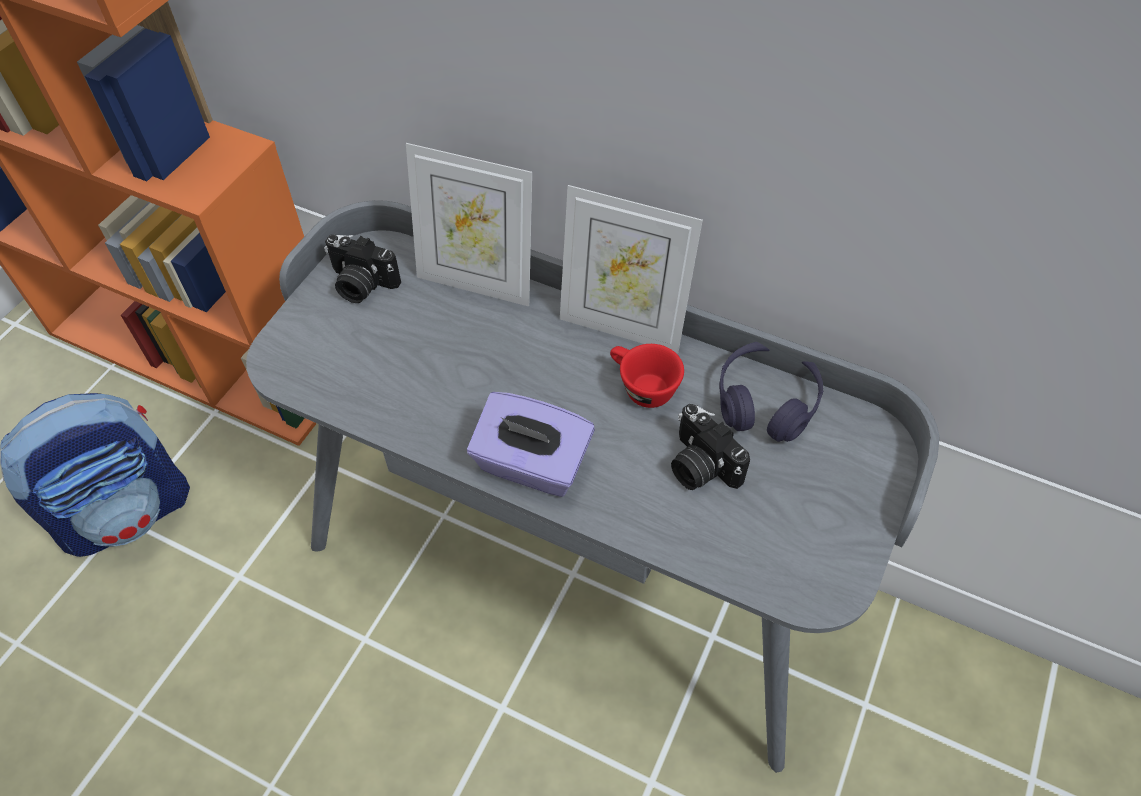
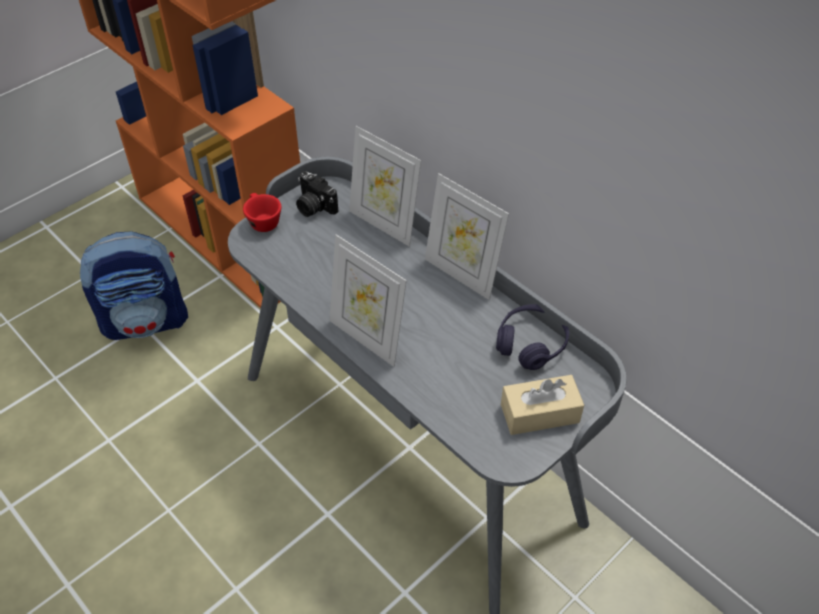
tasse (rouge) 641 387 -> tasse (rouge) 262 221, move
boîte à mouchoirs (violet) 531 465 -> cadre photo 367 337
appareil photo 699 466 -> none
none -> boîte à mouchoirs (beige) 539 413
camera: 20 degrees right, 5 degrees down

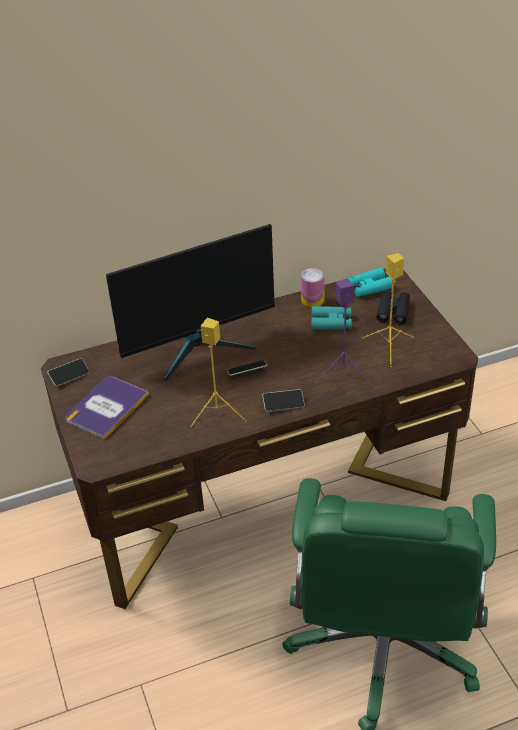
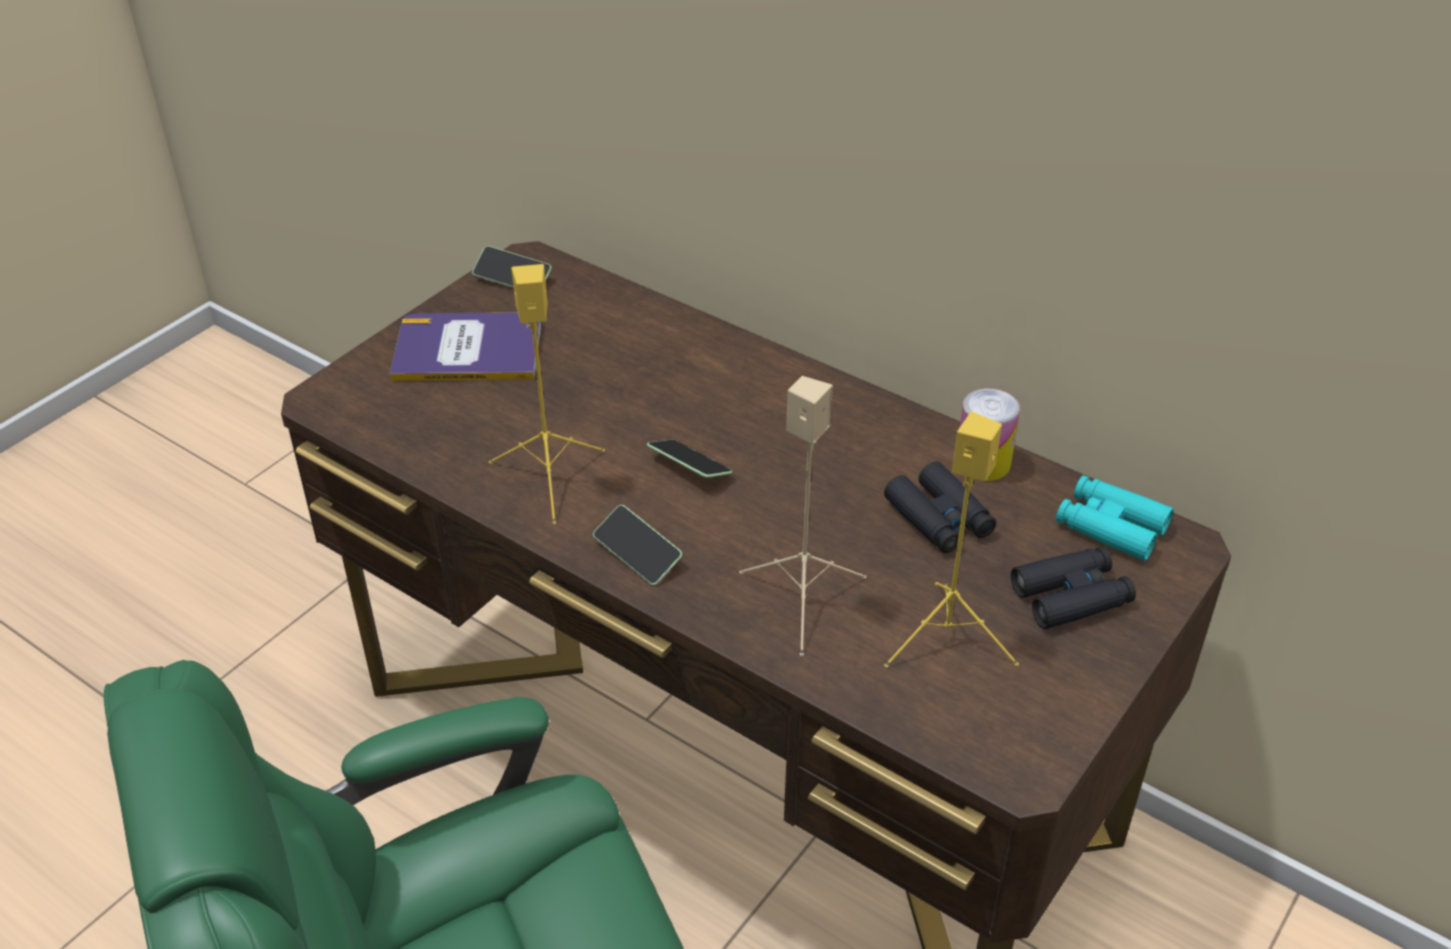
écran d'ordinateur 199 346 -> none
enceinte (violet) 343 372 -> enceinte (beige) 803 599
jumelles (turquoise) 331 322 -> jumelles (noir) 939 518
camera: 55 degrees right, 0 degrees up

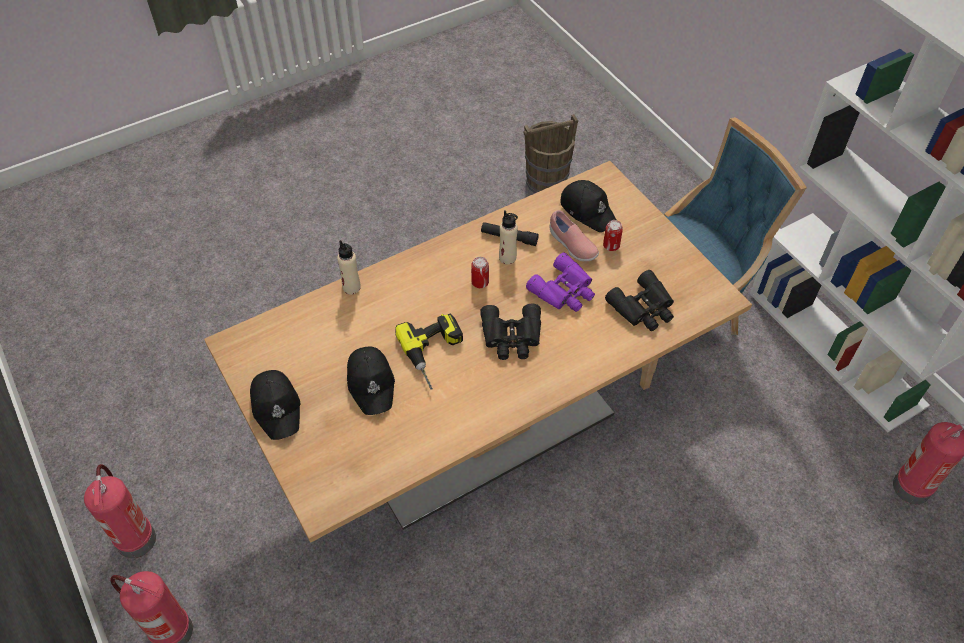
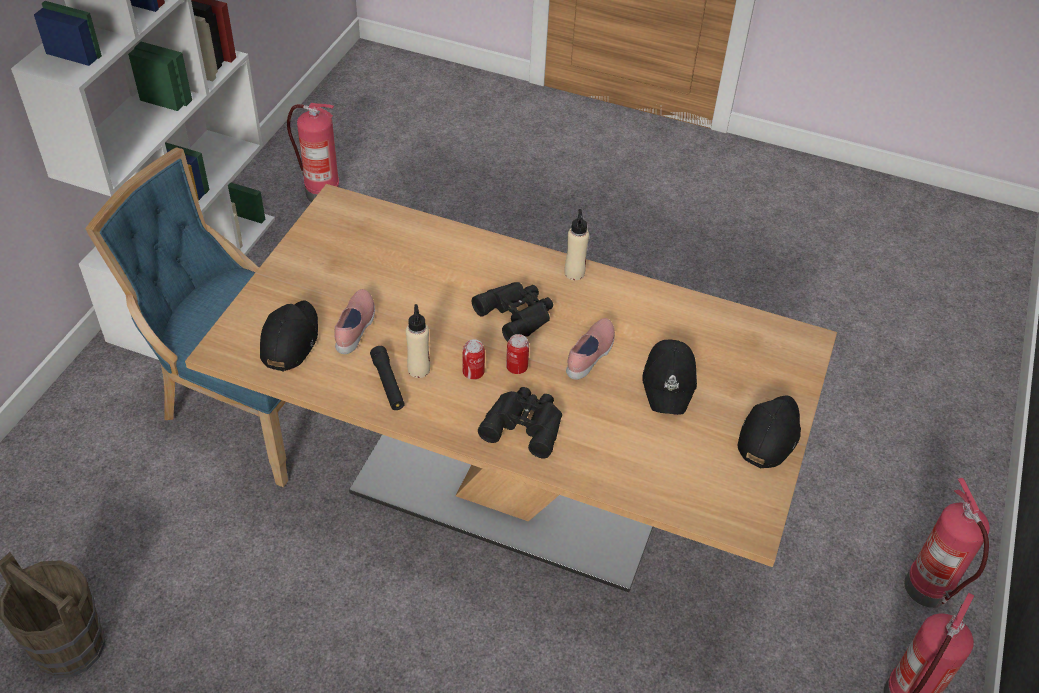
boîte métallique 611 246 -> boîte métallique 516 367, move
bouteille (beige) 351 287 -> bouteille (beige) 574 273, move
jumelles (violet) 565 291 -> none
jumelles (noir) 644 308 -> jumelles (noir) 524 424, move
perceuse 436 354 -> chaussure (rose) 591 356
casquette (noir) 372 383 -> casquette (noir) 669 382, 150 degrees clockwise
camera: 130 degrees left, 5 degrees down

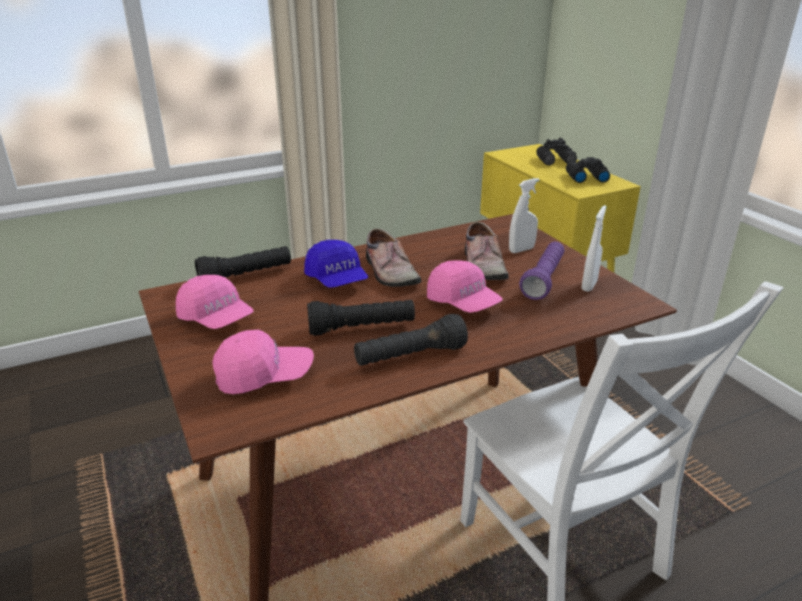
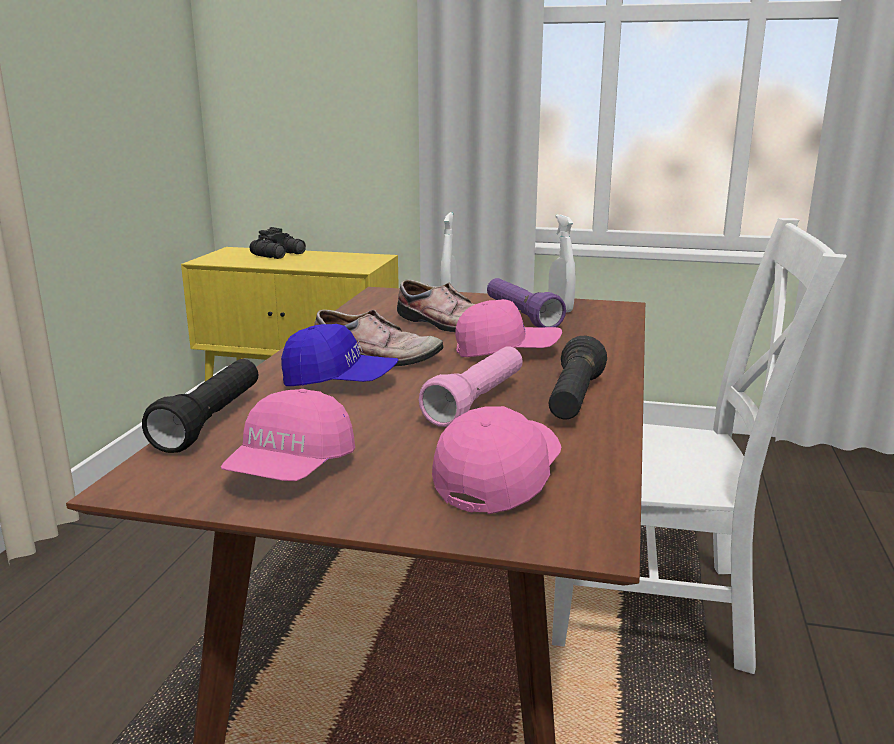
jumelles (noir) 585 178 -> none
casquette (rose) 216 318 -> casquette (rose) 290 469, 120 degrees clockwise
lampe de poche (noir) 361 328 -> lampe de poche (rose) 476 402
camera: 50 degrees left, 10 degrees down

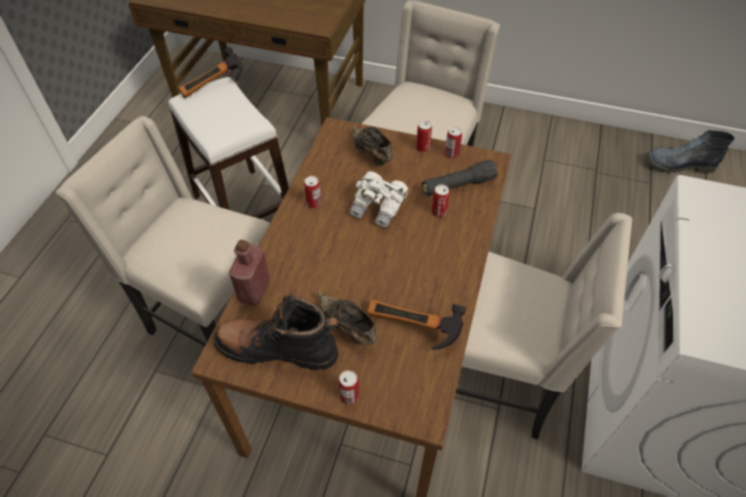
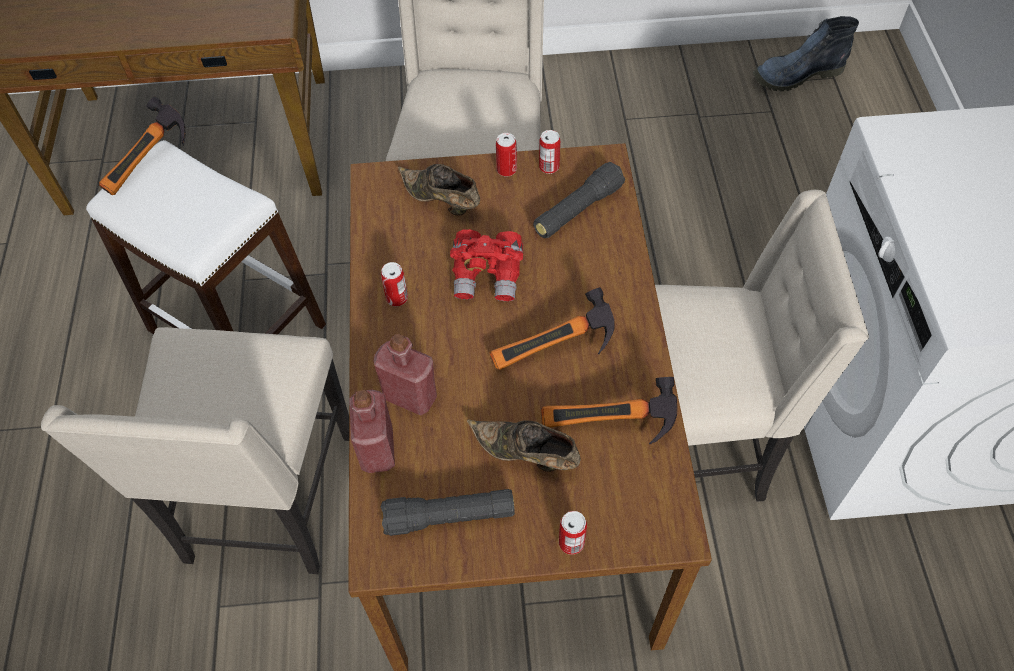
chaise (beige) 214 318 -> chaise (beige) 268 501, 90 degrees counterclockwise
jumelles (blanc) 378 208 -> jumelles (rouge) 488 276
boîte métallique 439 212 -> none
botte (noir) 278 349 -> lampe de poche (noir) 449 517
none -> marteau 555 354
none -> bouteille (rouge) 410 396
camera: 20 degrees left, 5 degrees up

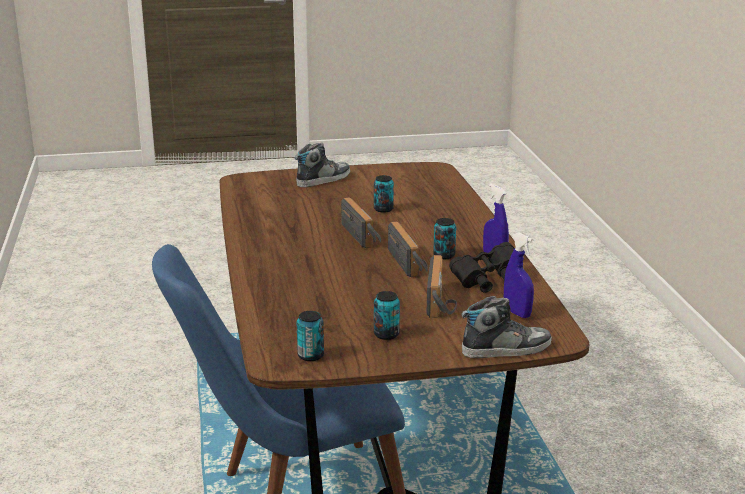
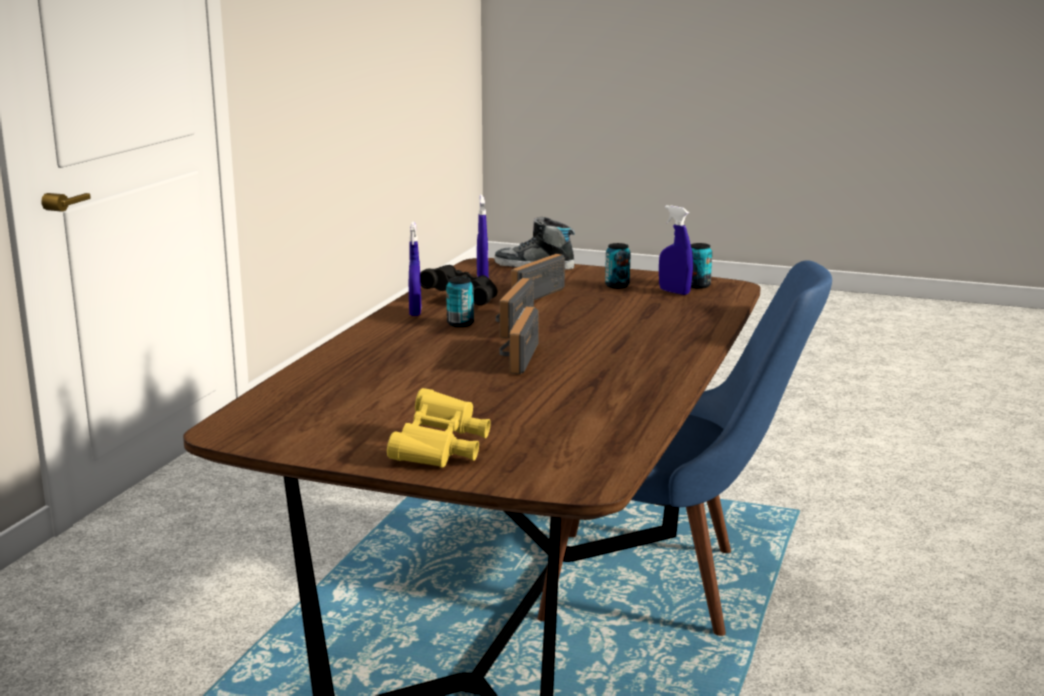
chaussure 323 179 -> jumelles (jaune) 441 451
boîte métallique 383 209 -> none
none -> vaporisateur (bleu) 674 292
camera: 150 degrees left, 5 degrees down

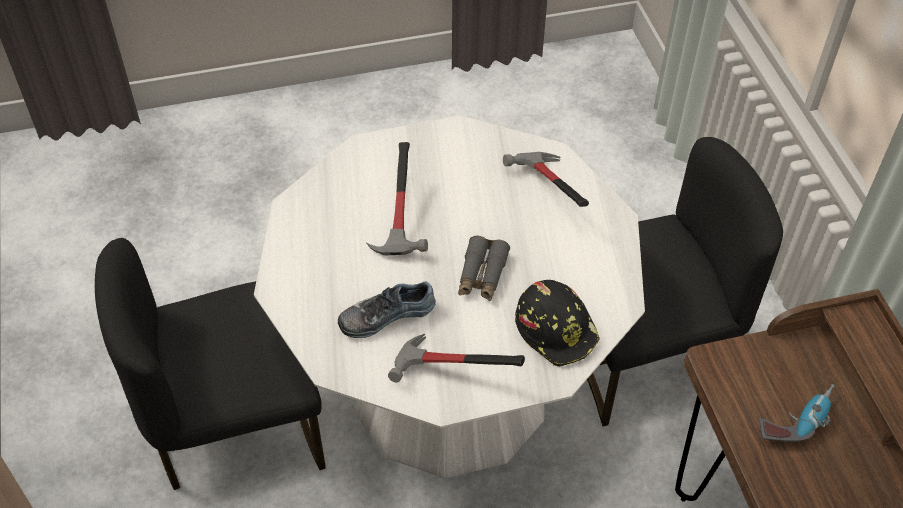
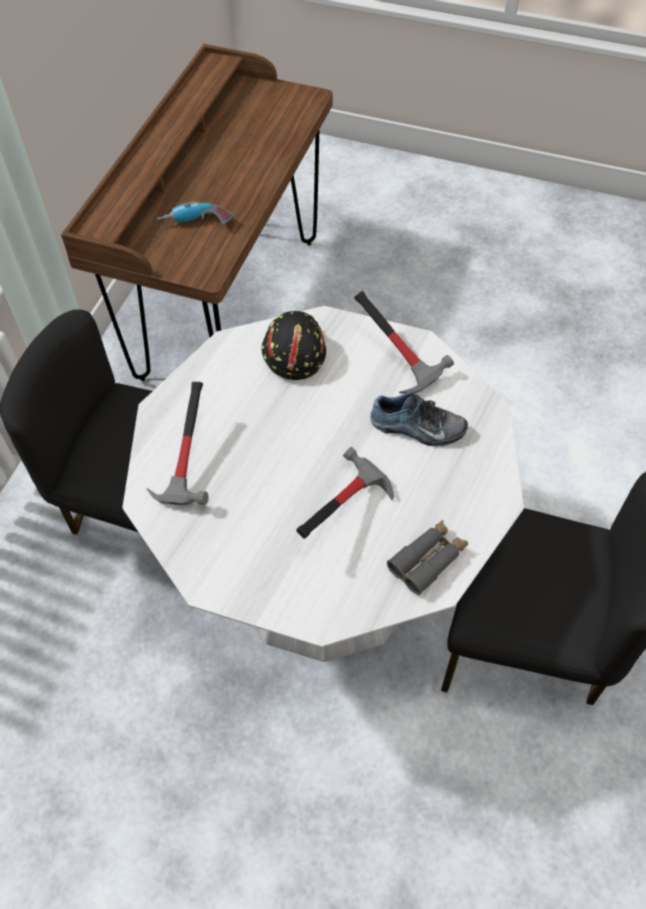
jumelles (gris) 482 275 -> jumelles (gris) 428 560, move
camera: 145 degrees left, 5 degrees up

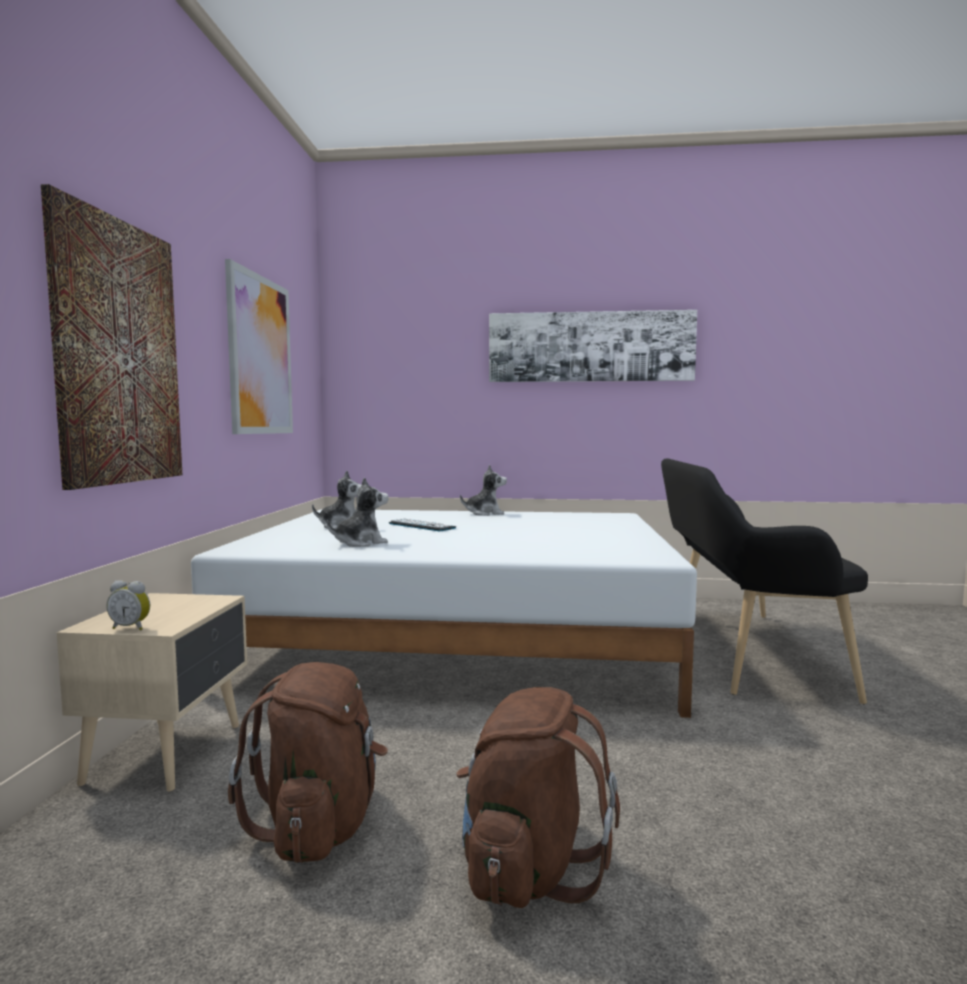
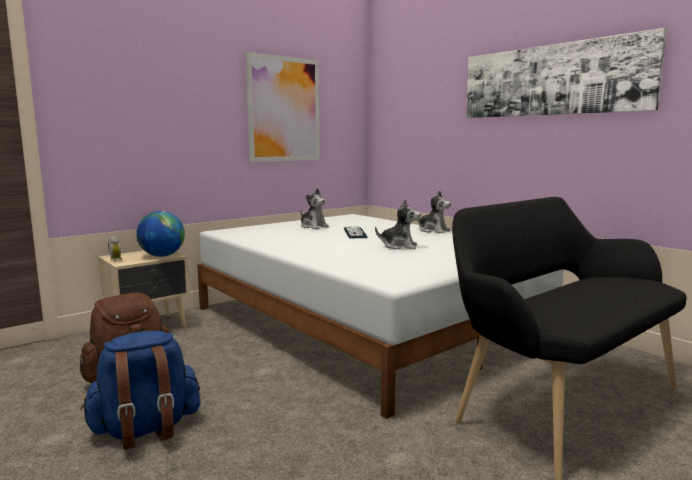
tableau 118 352 -> none
peluche 360 543 -> peluche 399 246, move
sac à dos (marron) 528 867 -> sac à dos (bleu) 146 429
none -> globe 162 256
camera: 45 degrees right, 5 degrees up

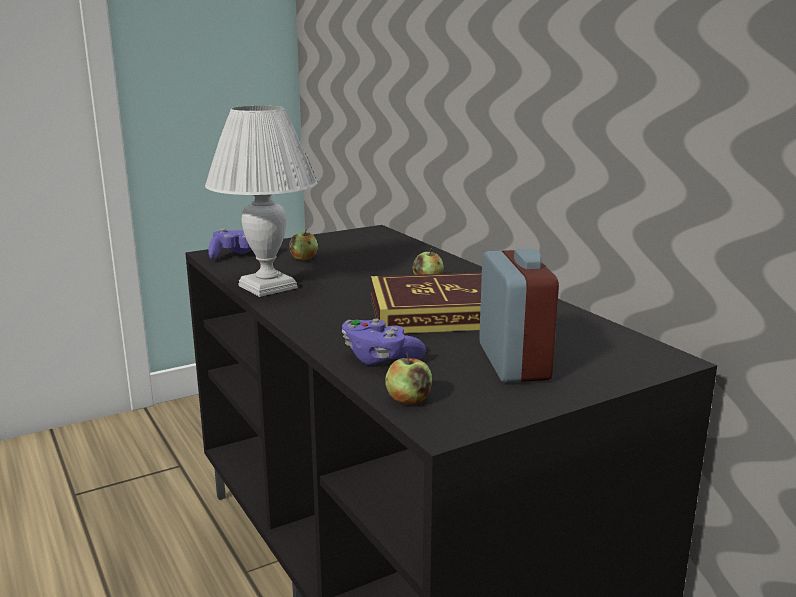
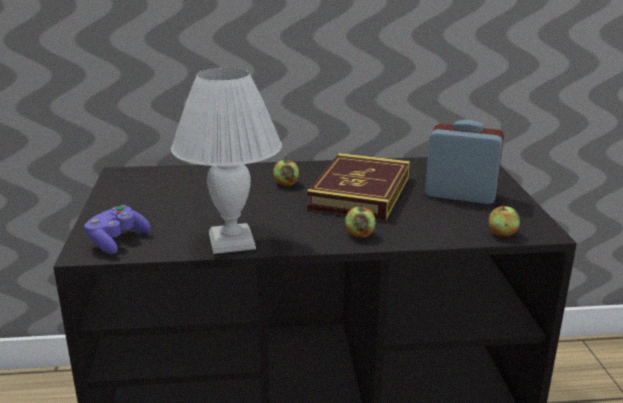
pomme 304 259 -> pomme 359 234, move
manette (violet) 380 358 -> none
camera: 65 degrees left, 5 degrees up

